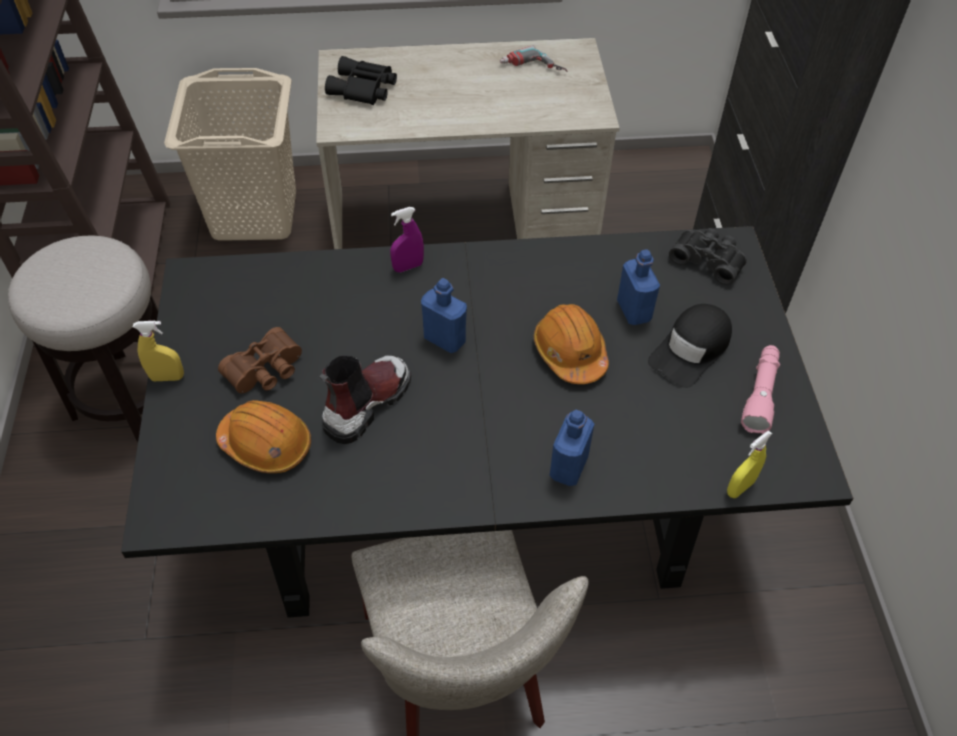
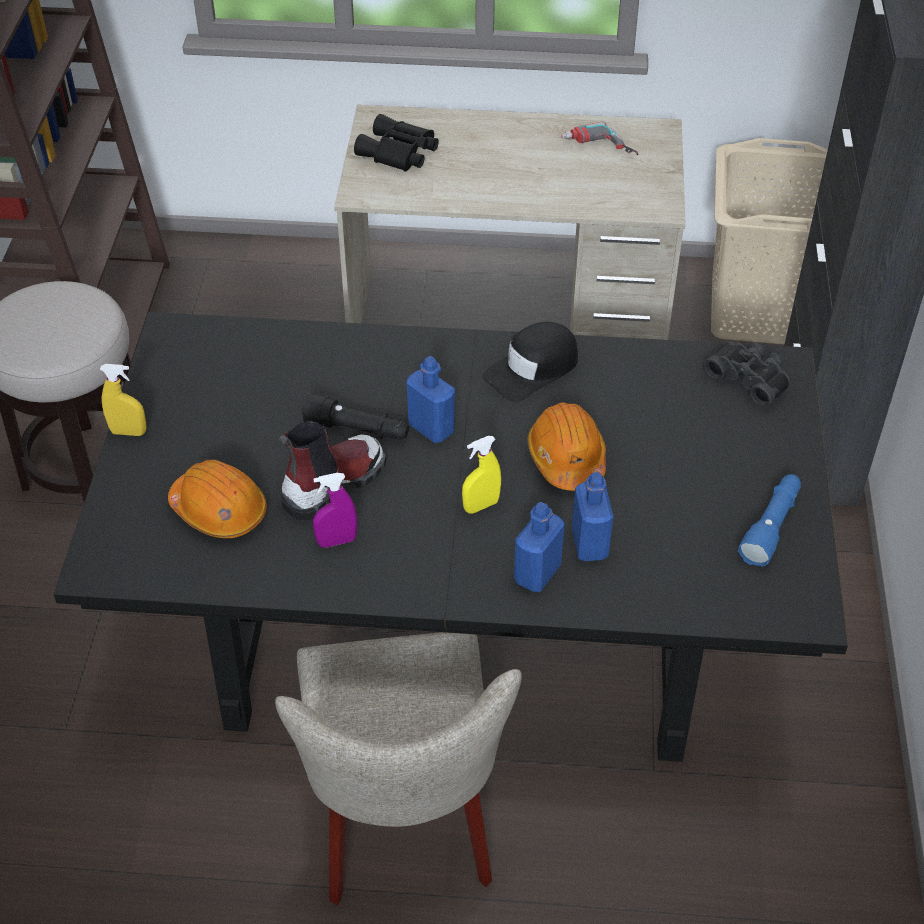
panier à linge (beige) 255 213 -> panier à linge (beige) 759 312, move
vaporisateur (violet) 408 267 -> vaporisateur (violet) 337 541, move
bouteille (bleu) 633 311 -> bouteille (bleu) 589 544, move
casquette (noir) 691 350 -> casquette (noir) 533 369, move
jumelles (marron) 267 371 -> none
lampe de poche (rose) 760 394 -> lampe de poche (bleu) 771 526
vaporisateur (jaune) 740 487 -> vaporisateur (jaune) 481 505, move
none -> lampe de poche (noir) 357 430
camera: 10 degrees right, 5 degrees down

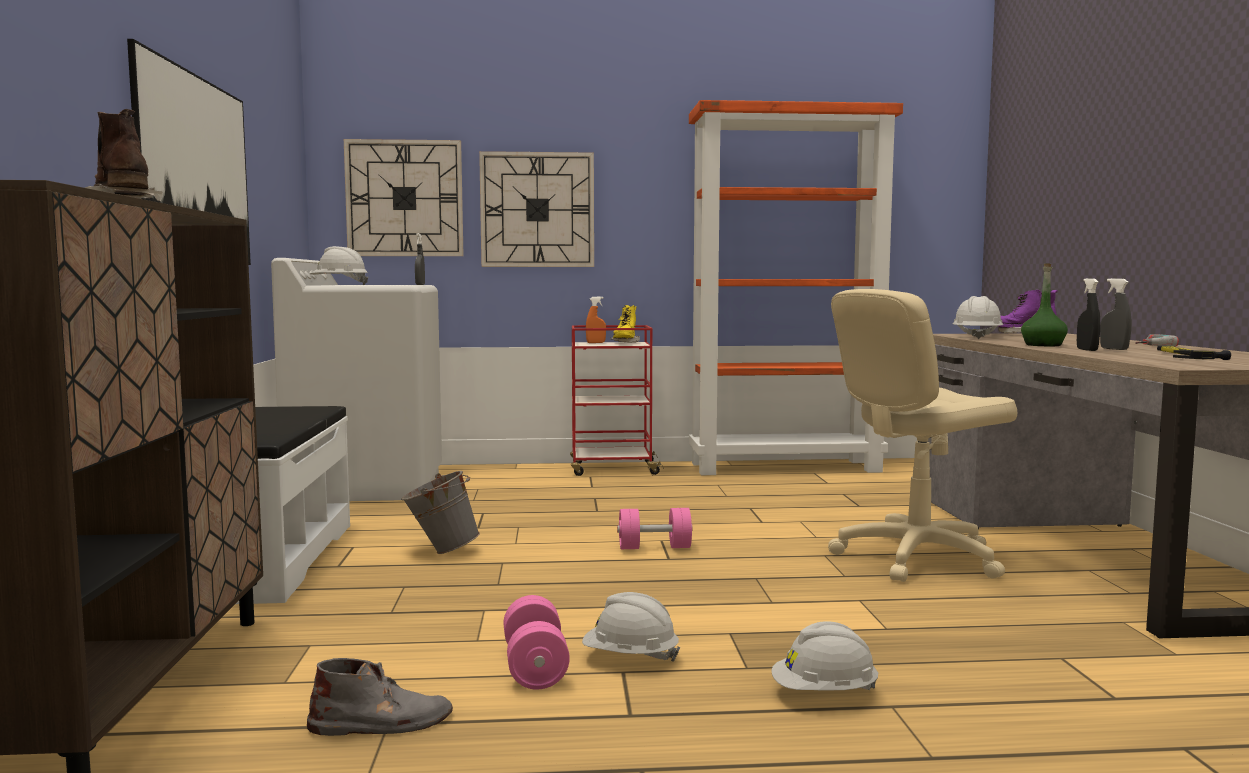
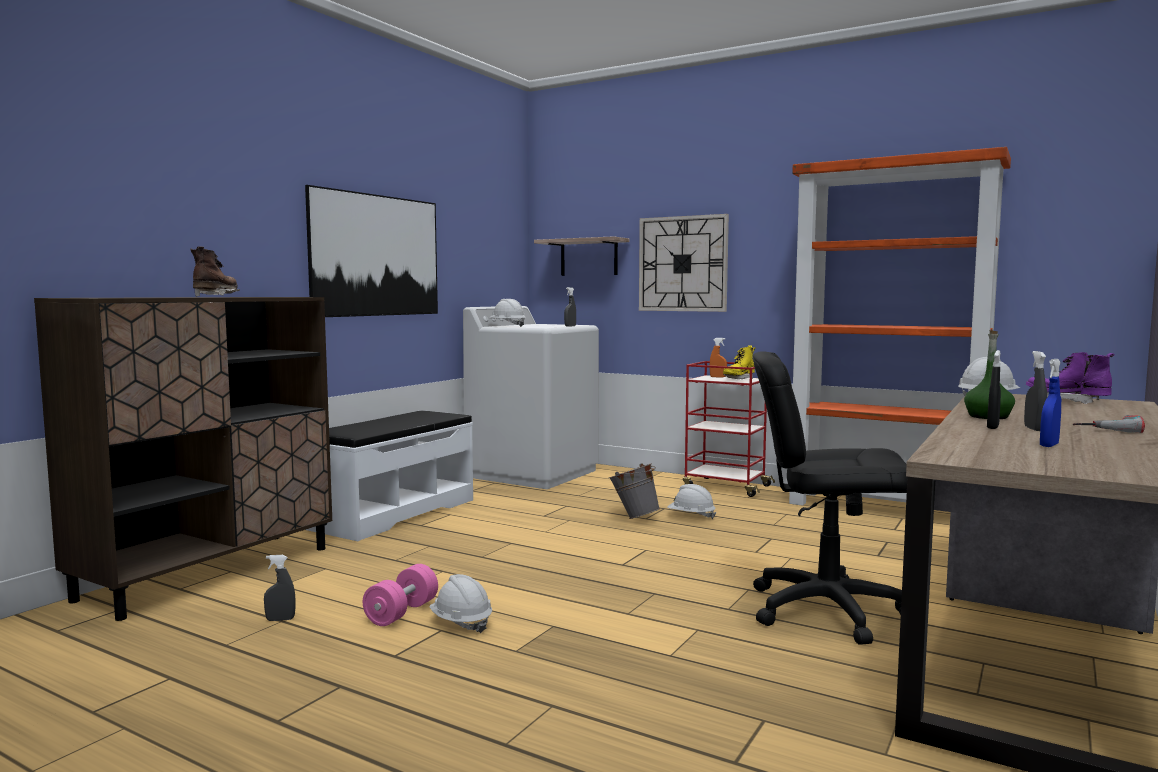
horloge murale 404 198 -> étagère 589 257
chaise de bureau (beige) 916 558 -> chaise de bureau (noir) 826 610
marteau 1183 356 -> vaporisateur (bleu) 1049 445
seau (gris) 440 551 -> seau (gris) 634 517, move
haltère (rose) 654 547 -> none
casque de chantier (blanc) 824 694 -> casque de chantier (blanc) 691 516, move
botte (gris) 382 723 -> vaporisateur (gris) 280 619
camera: 35 degrees right, 0 degrees up

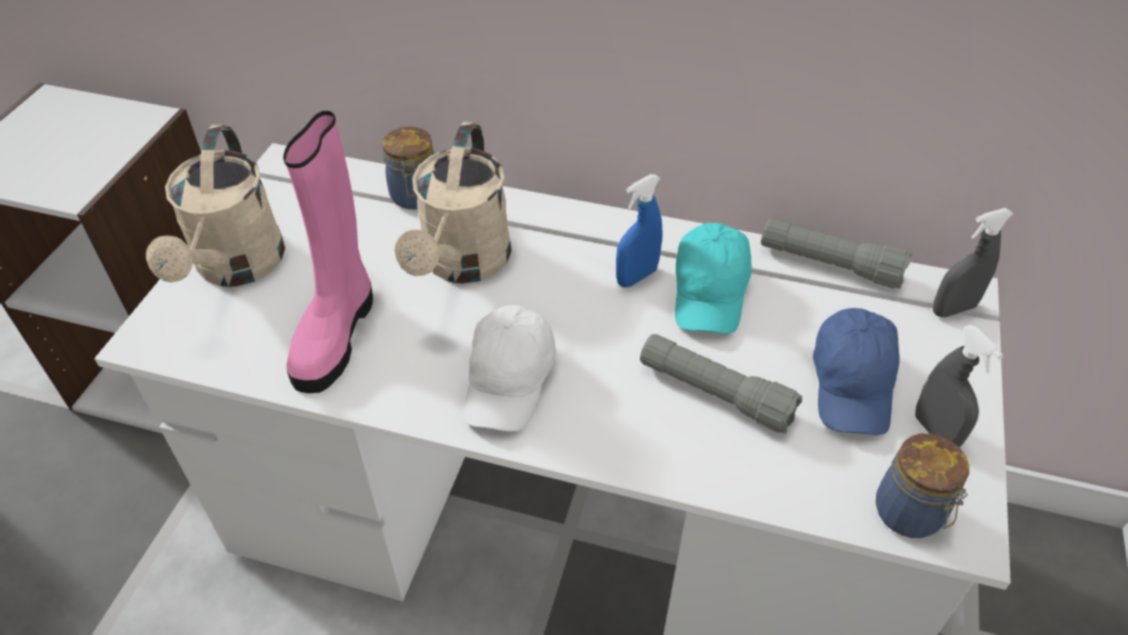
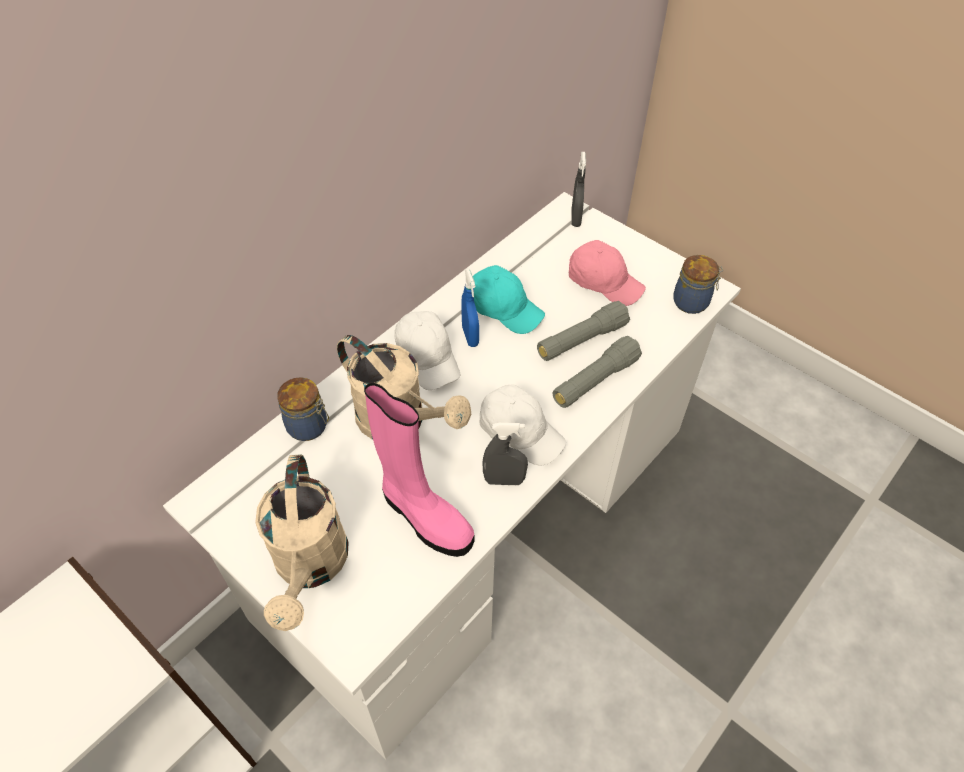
arrosoir (beige) 236 268 -> arrosoir (beige) 310 567, 60 degrees clockwise
lampe de poche (gris) 829 264 -> lampe de poche (gris) 595 381, move
casquette (bleu) 852 384 -> casquette (rose) 604 282
vaporisateur (gris) 935 431 -> vaporisateur (gris) 504 480, move
none -> casquette (blanc) 428 357
camera: 65 degrees left, 5 degrees up

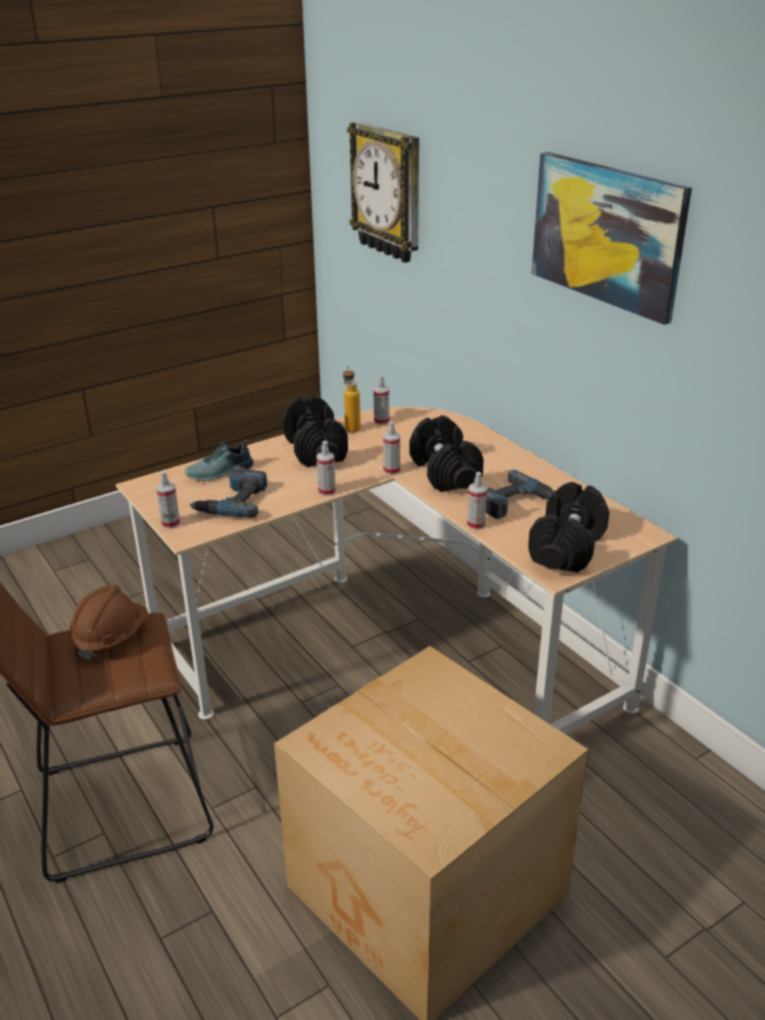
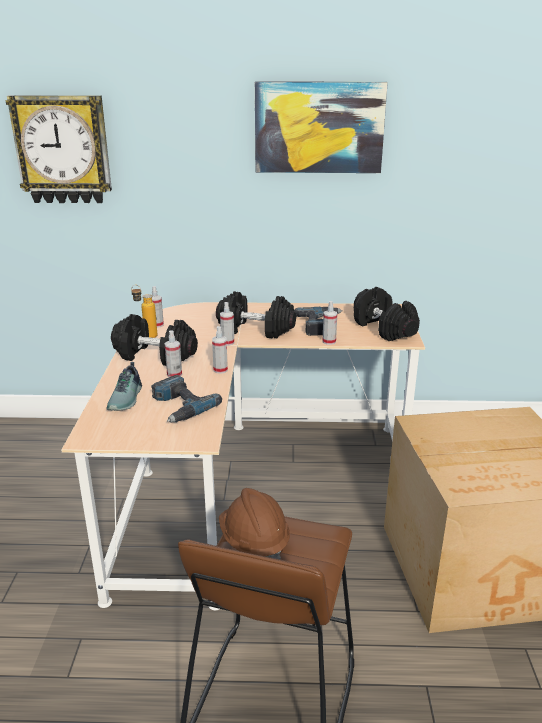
vaporisateur 170 523 -> vaporisateur 174 375, move
camera: 55 degrees left, 5 degrees down

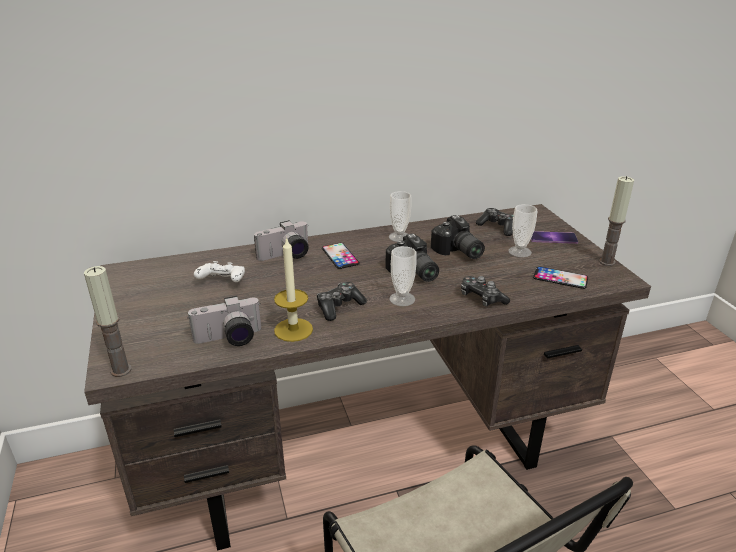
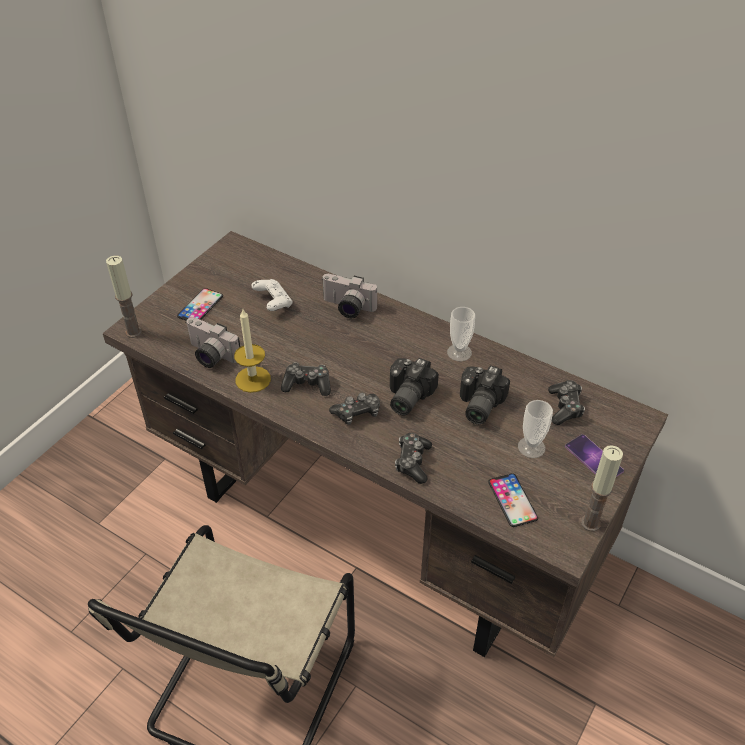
téléphone 340 256 -> téléphone 200 306, move
tasse 402 299 -> manette 357 413
camera: 50 degrees right, 15 degrees up

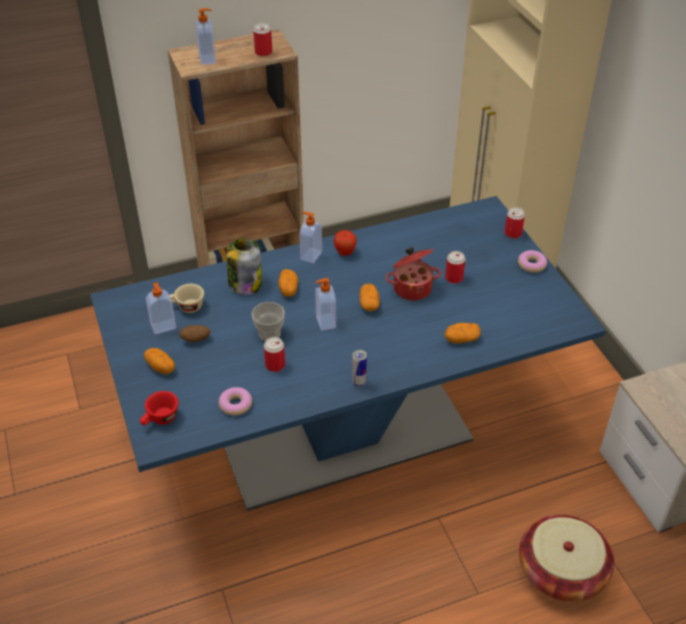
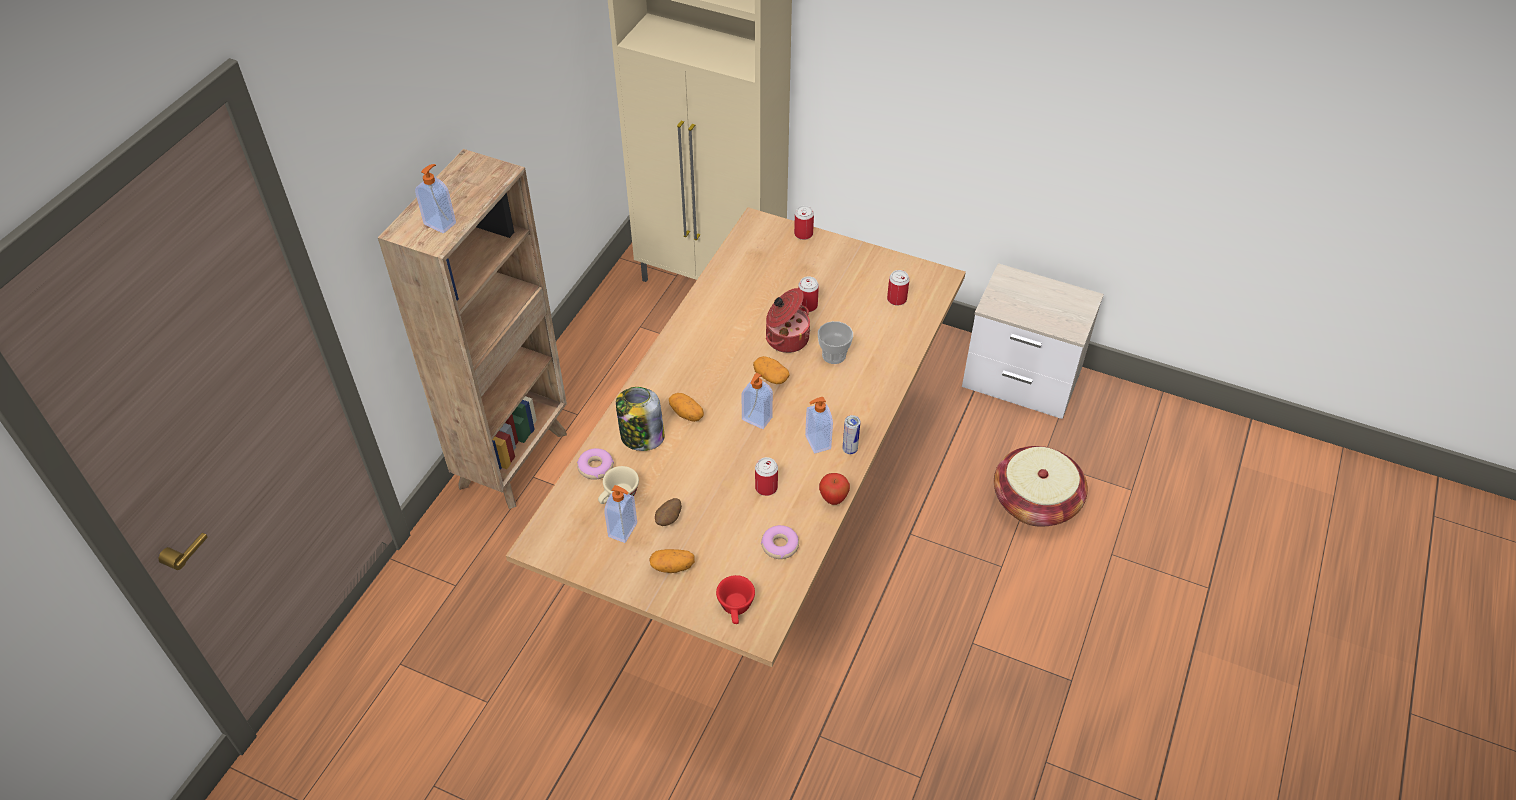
boîte métallique 263 53 -> boîte métallique 896 299, move
table à manger (bleu) 342 433 -> table à manger (beige) 758 526
distributeur de savon 310 255 -> distributeur de savon 817 442, move
pomme 345 253 -> pomme 833 499, move
beignet 531 265 -> beignet 595 467, move
tasse 269 334 -> tasse 833 355, move
pomme de terre 461 339 -> none
camera: 45 degrees left, 5 degrees up

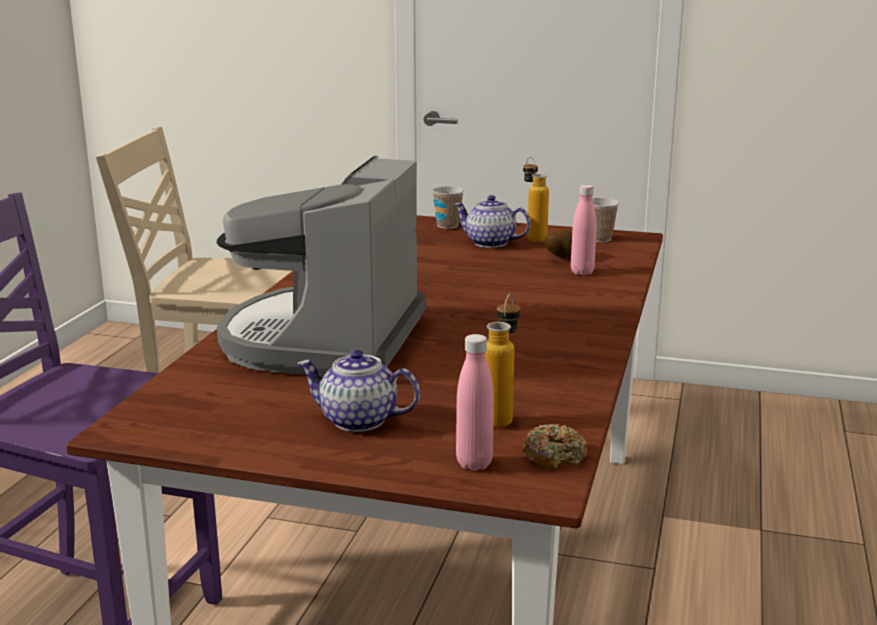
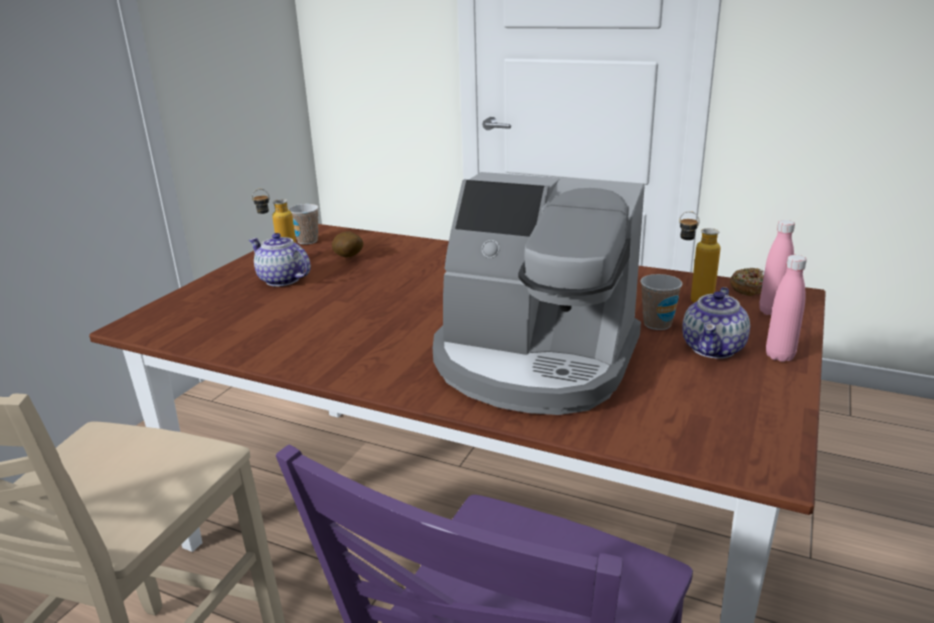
bouteille (rose) 582 272 -> bouteille (rose) 779 356, move
tasse 447 226 -> tasse 657 324, move
théière 489 243 -> théière 281 280, 90 degrees clockwise
camera: 80 degrees left, 5 degrees up

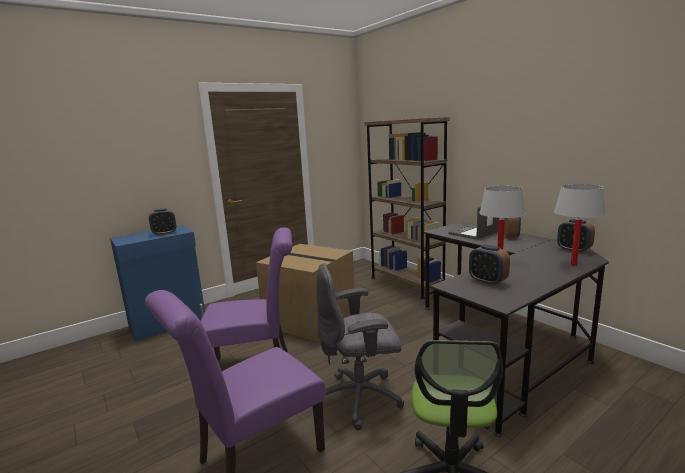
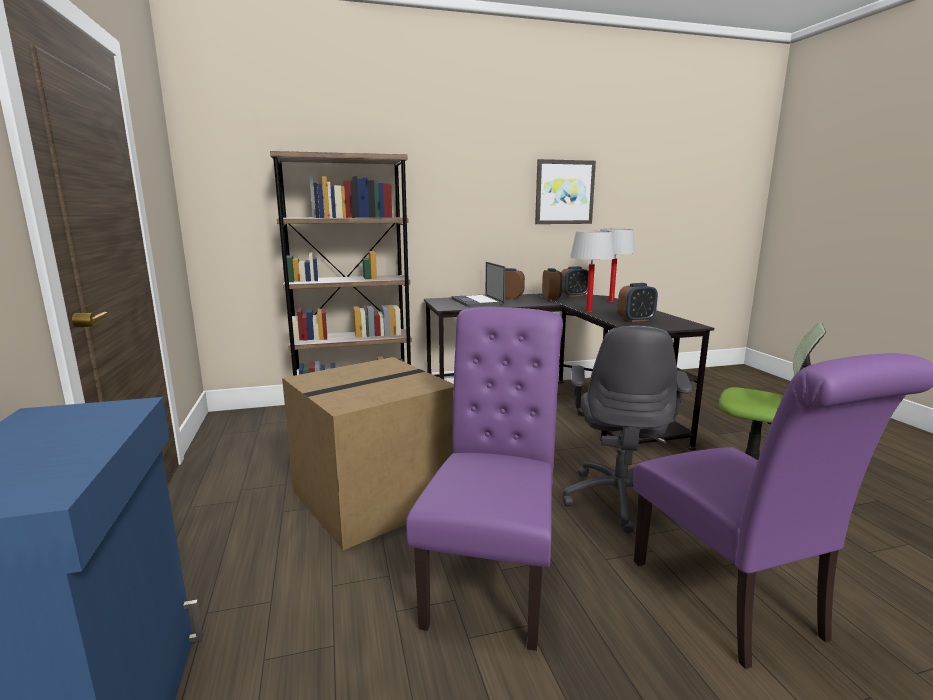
réveil 164 233 -> réveil 551 298, move
none -> tableau 564 192
camera: 70 degrees left, 0 degrees up

